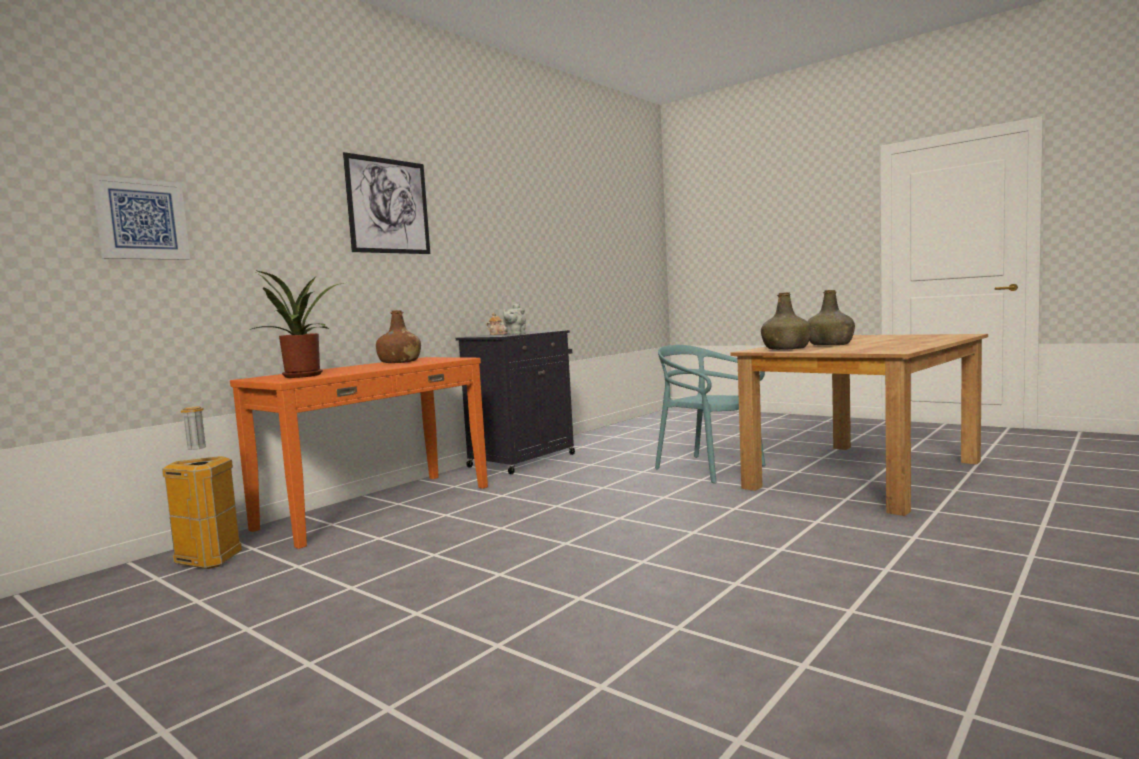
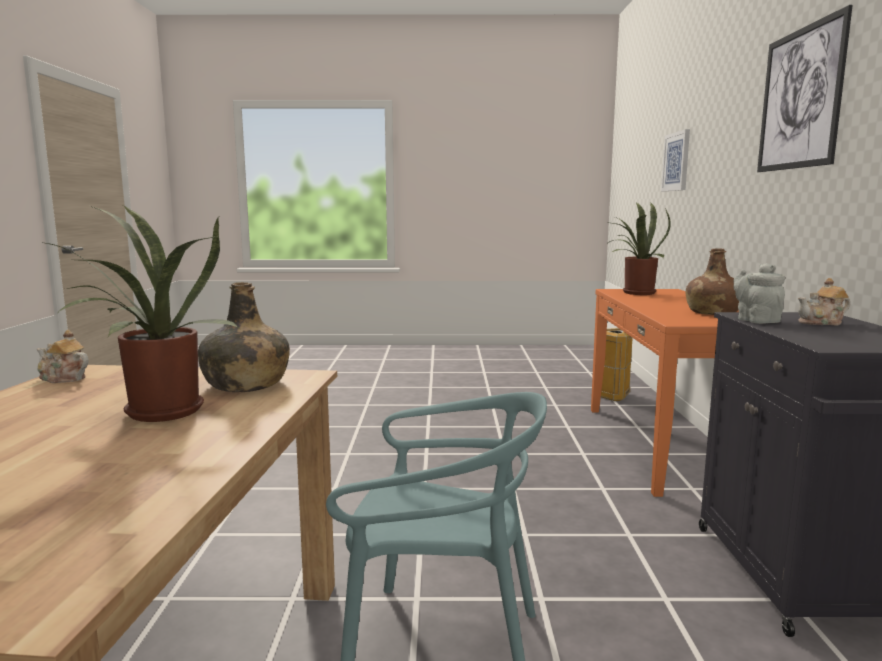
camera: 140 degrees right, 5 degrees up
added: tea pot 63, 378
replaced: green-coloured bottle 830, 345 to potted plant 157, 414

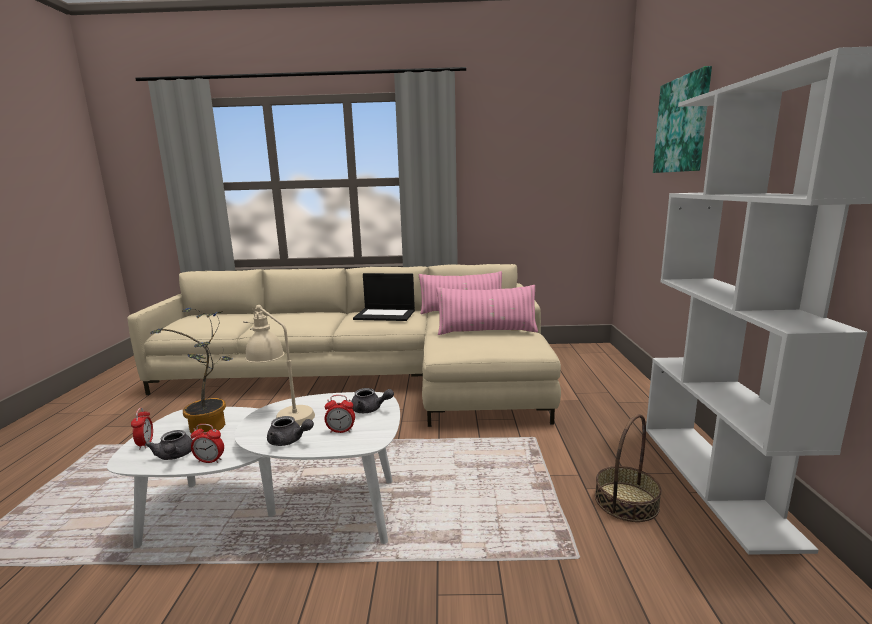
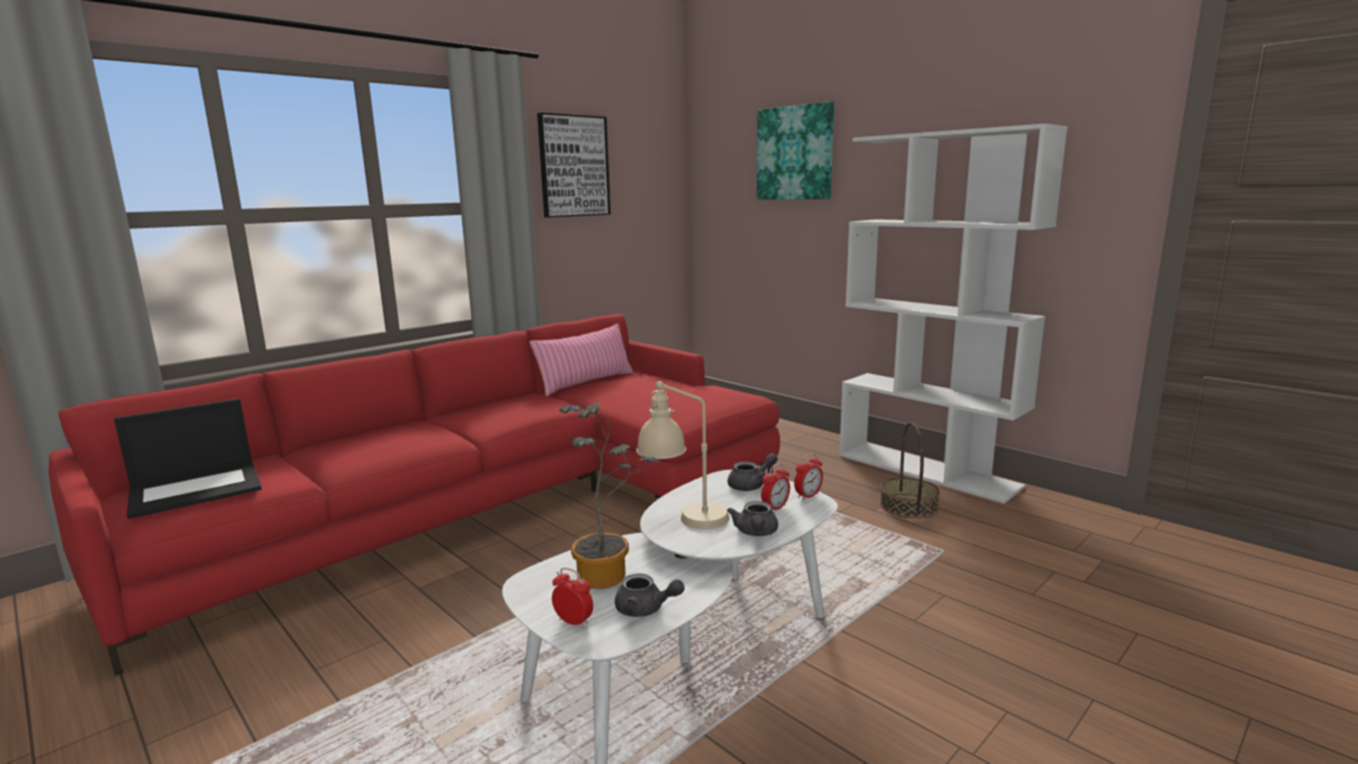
camera: 45 degrees left, 0 degrees up
removed: pink throw pillow 486, 331
added: wall art 573, 166
moved: laptop 385, 314 to 197, 490; table clock 210, 461 to 808, 496
recoloured: sand-coloured settee 367, 377 to reddish settee 496, 506
turned: greyish tea pot 289, 441 = 755, 533 120 degrees clockwise

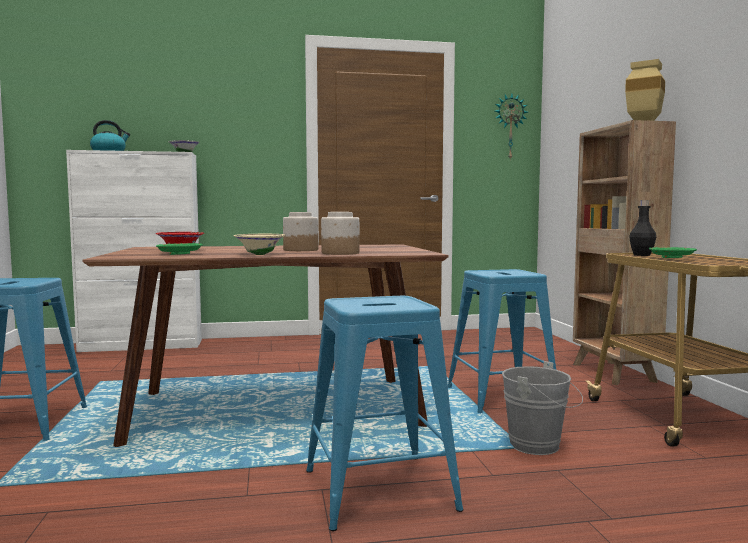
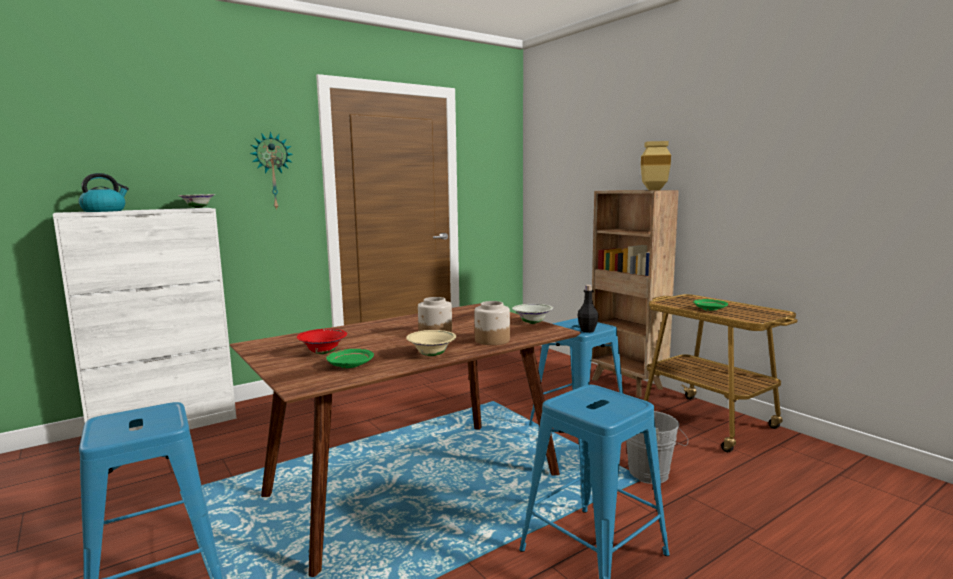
camera: 25 degrees left, 5 degrees up
added: white deep dish 532, 323
moved: hanging clock 509, 127 to 272, 171; black-coloured bottle 641, 255 to 587, 330

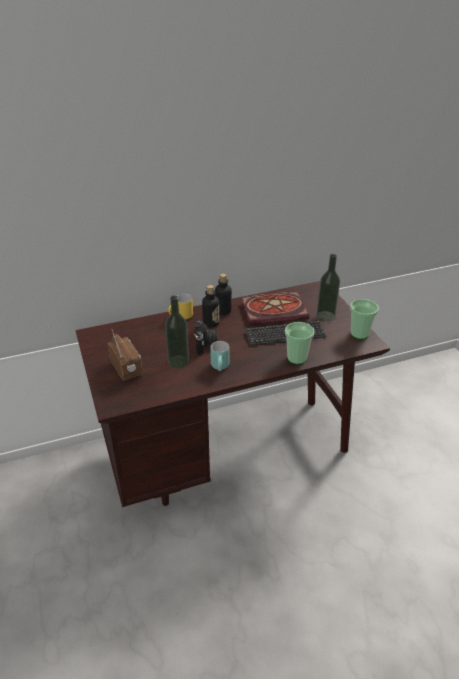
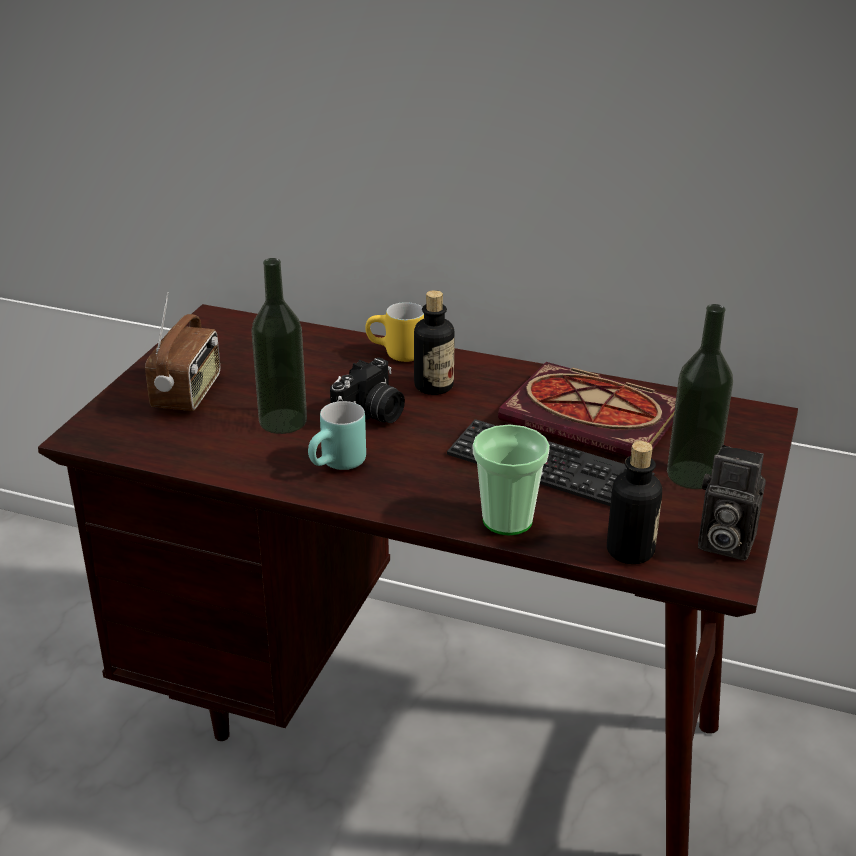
camera: 40 degrees right, 5 degrees down
moved: bottle 223, 311 to 630, 551
replaced: drinking cup 359, 333 to photo camera 722, 543

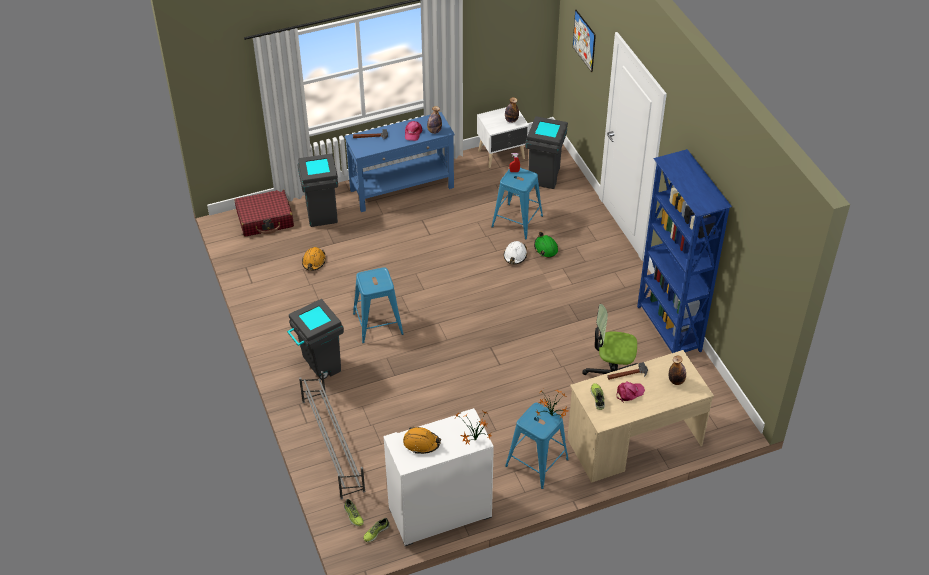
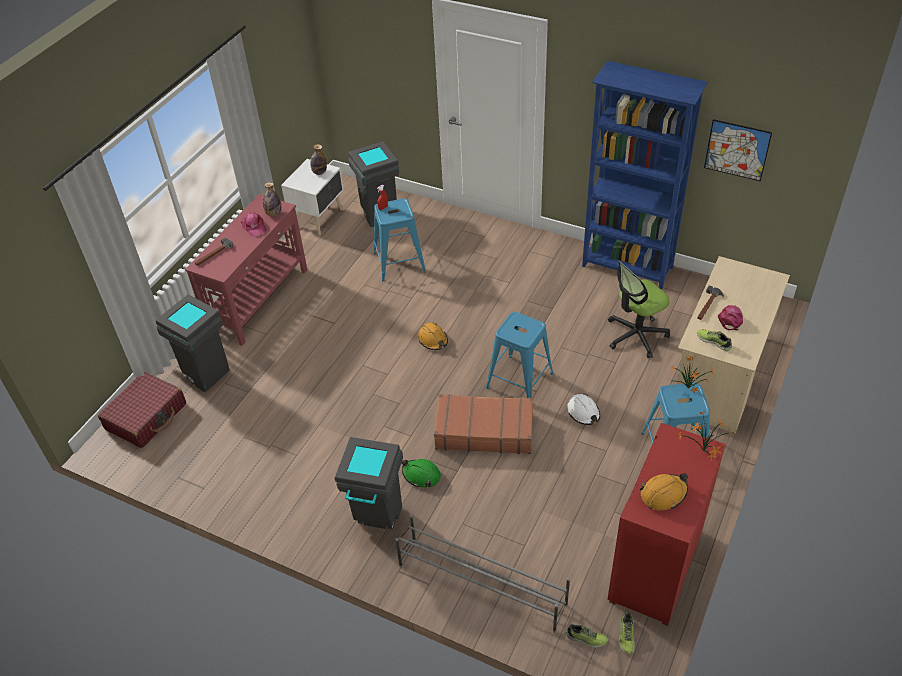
camera: 40 degrees left, 0 degrees up
removed: bottle 676, 381
added: brown suitcase 484, 431
moved: green-coloured work helmet 545, 248 to 421, 475; orangey work helmet 314, 262 to 433, 340; blue stool 378, 324 to 520, 381; white work helmet 515, 256 to 583, 413; wall art 584, 40 to 737, 150
recoloured: blue hall table 402, 189 to reddish hall table 259, 300; white cabinet 439, 513 to reddish cabinet 656, 566

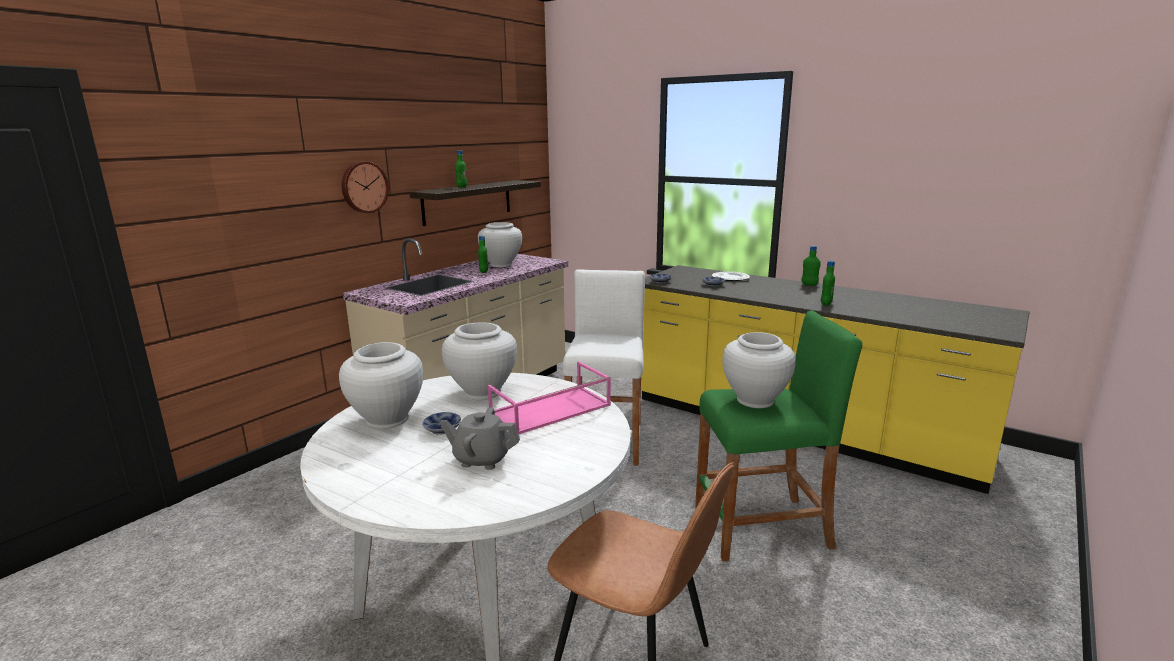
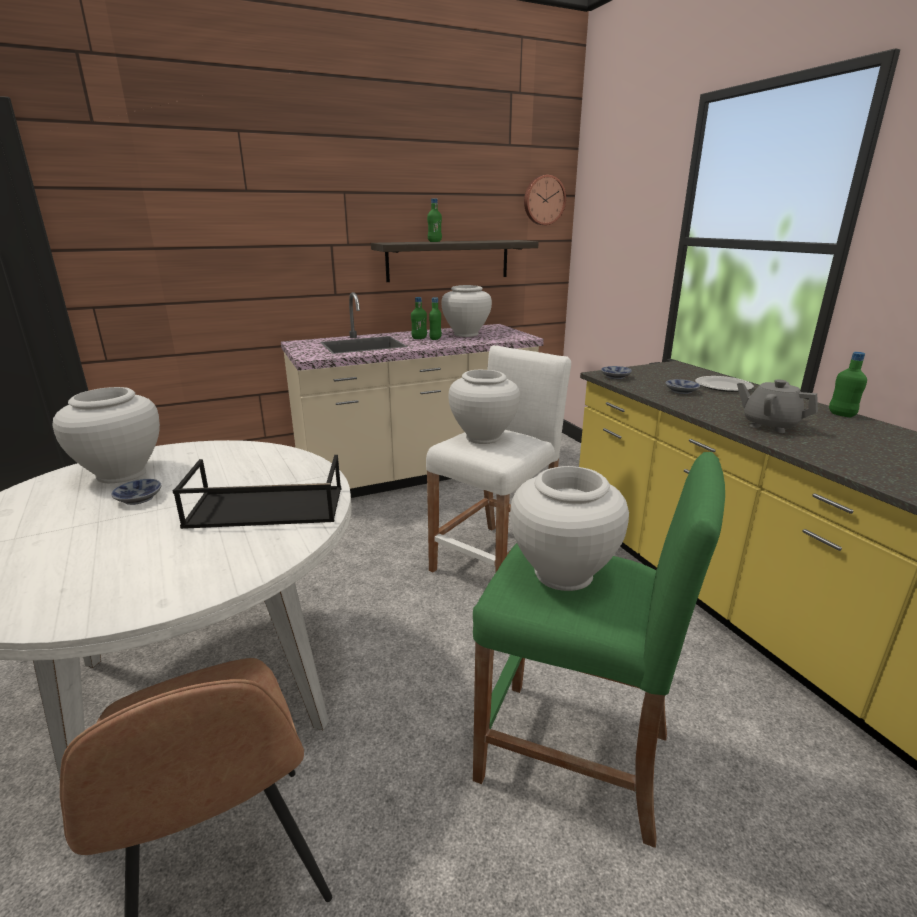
camera: 30 degrees right, 5 degrees up
moved: green-coloured bottle 826, 304 to 419, 338; white decorative vase 482, 392 to 483, 437; hanging clock 363, 187 to 543, 200; greyish tea pot 482, 459 to 769, 425
recoloured: pink serving tray 550, 410 to black-coloured serving tray 264, 508

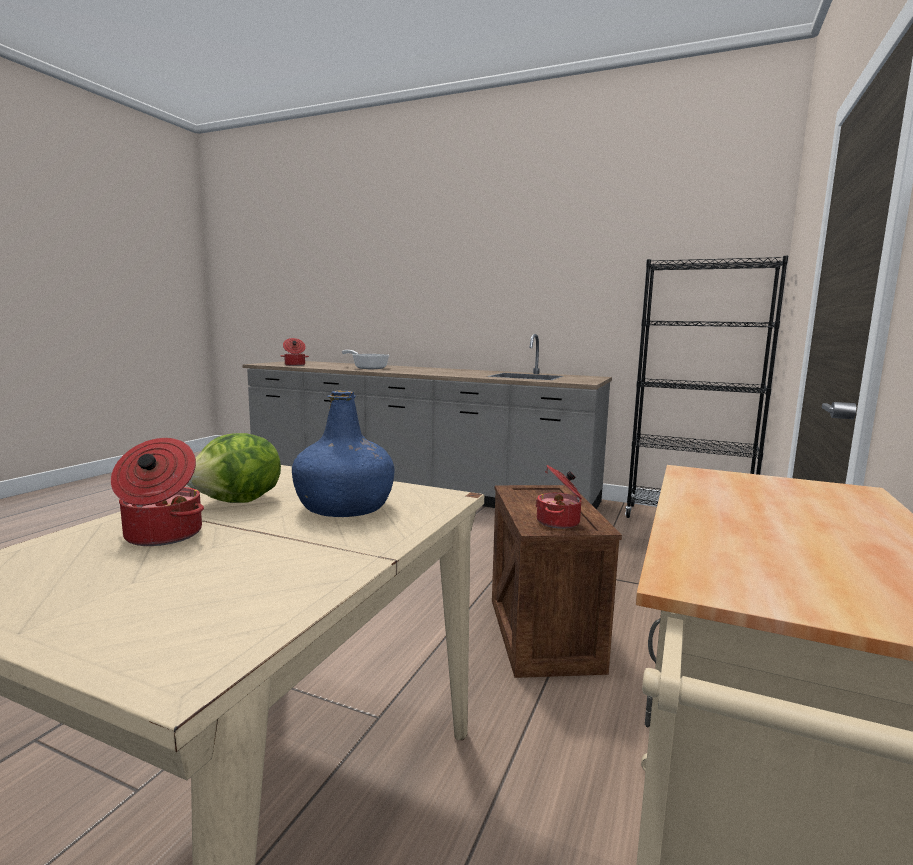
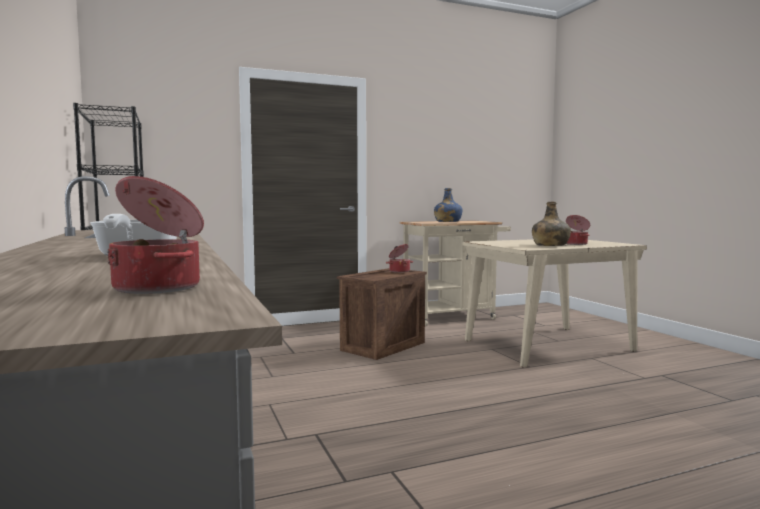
camera: 135 degrees left, 5 degrees down
moved: blue bottle 345, 507 to 447, 221
replaced: head of lettuce 239, 502 to green-coloured bottle 550, 245

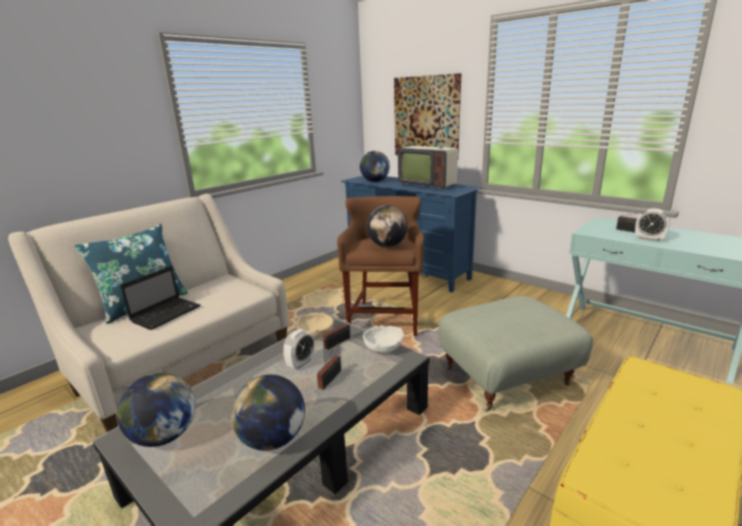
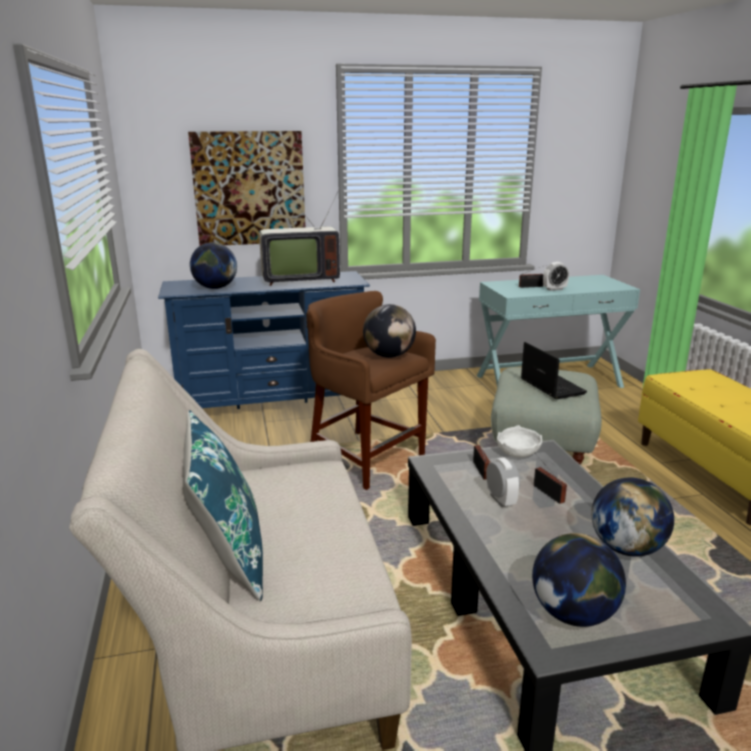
camera: 55 degrees left, 0 degrees up
removed: sand-coloured deep dish 316, 334
moved: laptop 167, 313 to 551, 386

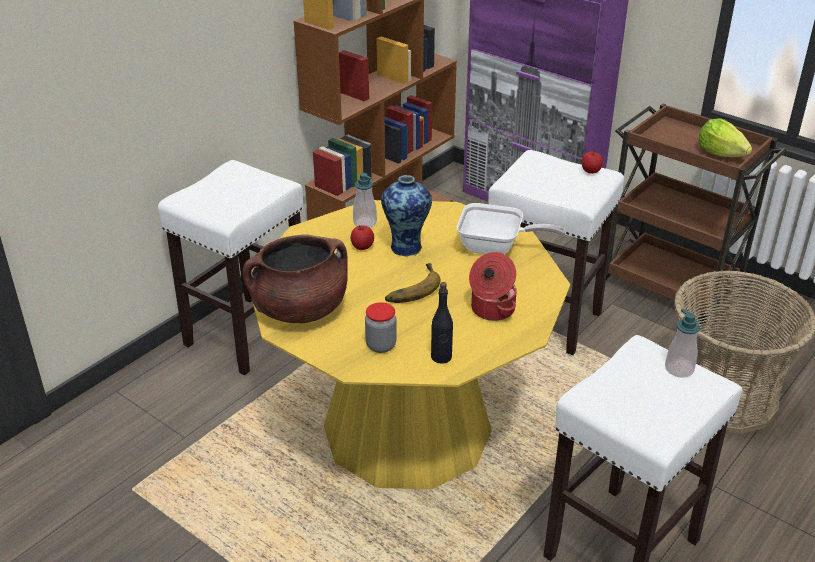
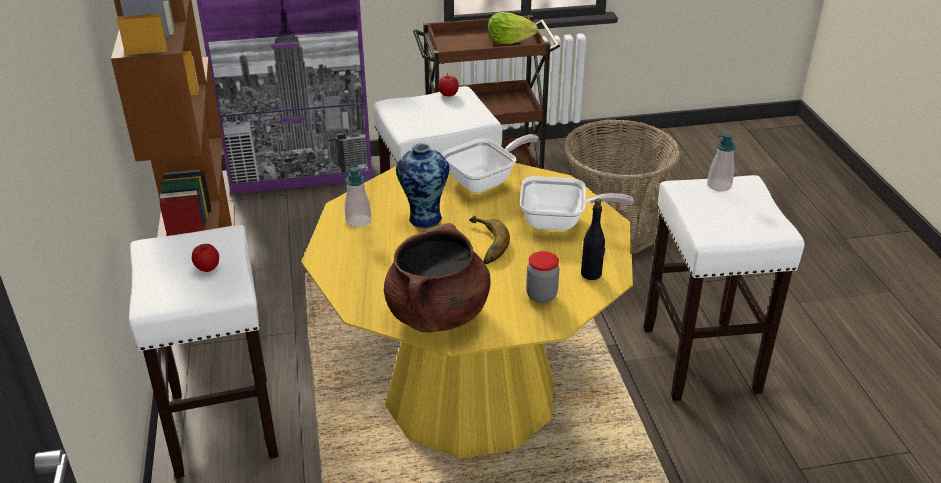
camera: 50 degrees left, 0 degrees up
moved: whole apple 362, 246 to 207, 267
replaced: saucepot 491, 309 to skillet 560, 222

